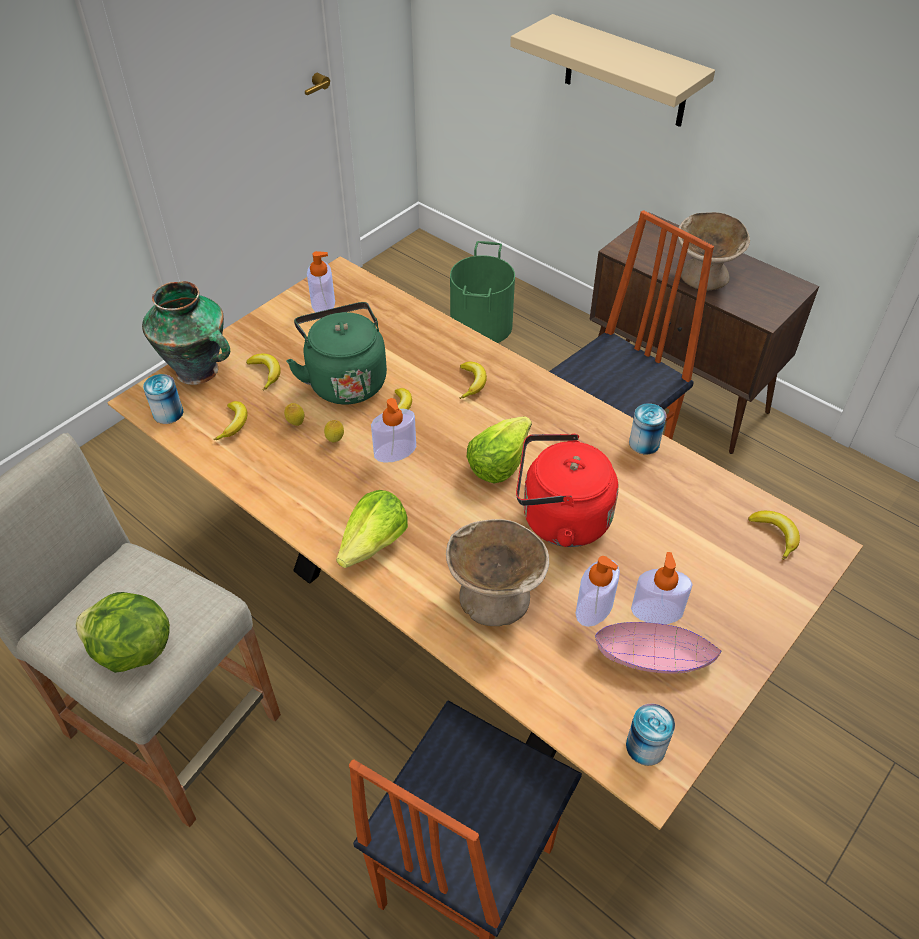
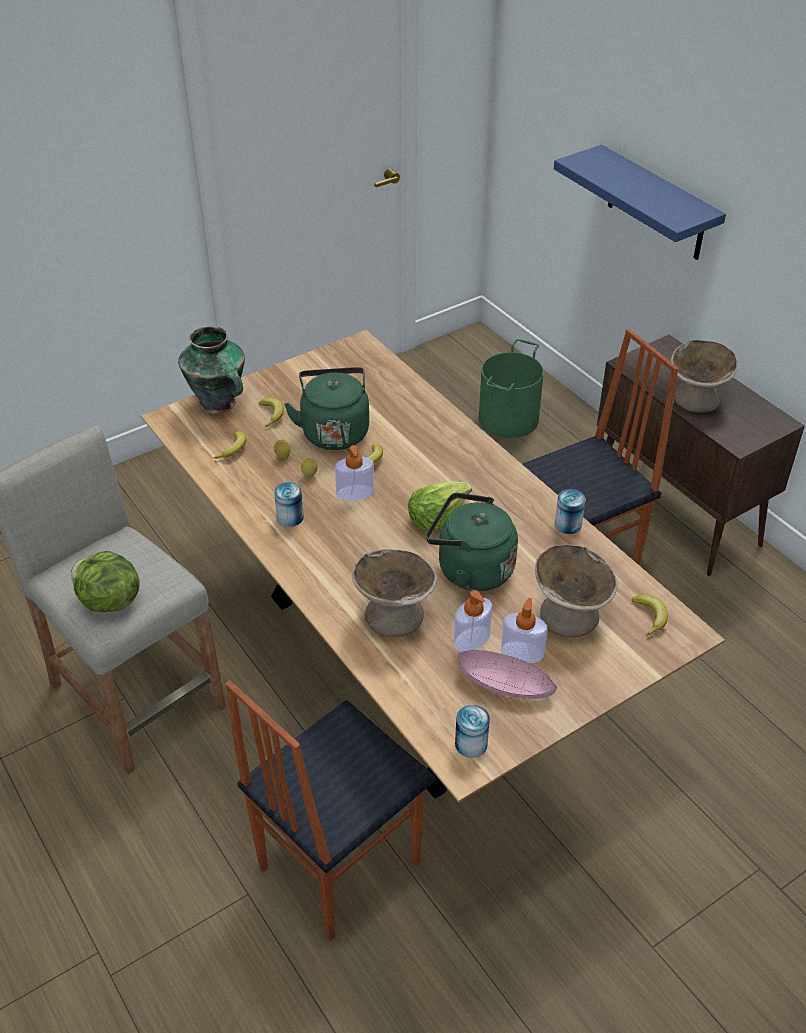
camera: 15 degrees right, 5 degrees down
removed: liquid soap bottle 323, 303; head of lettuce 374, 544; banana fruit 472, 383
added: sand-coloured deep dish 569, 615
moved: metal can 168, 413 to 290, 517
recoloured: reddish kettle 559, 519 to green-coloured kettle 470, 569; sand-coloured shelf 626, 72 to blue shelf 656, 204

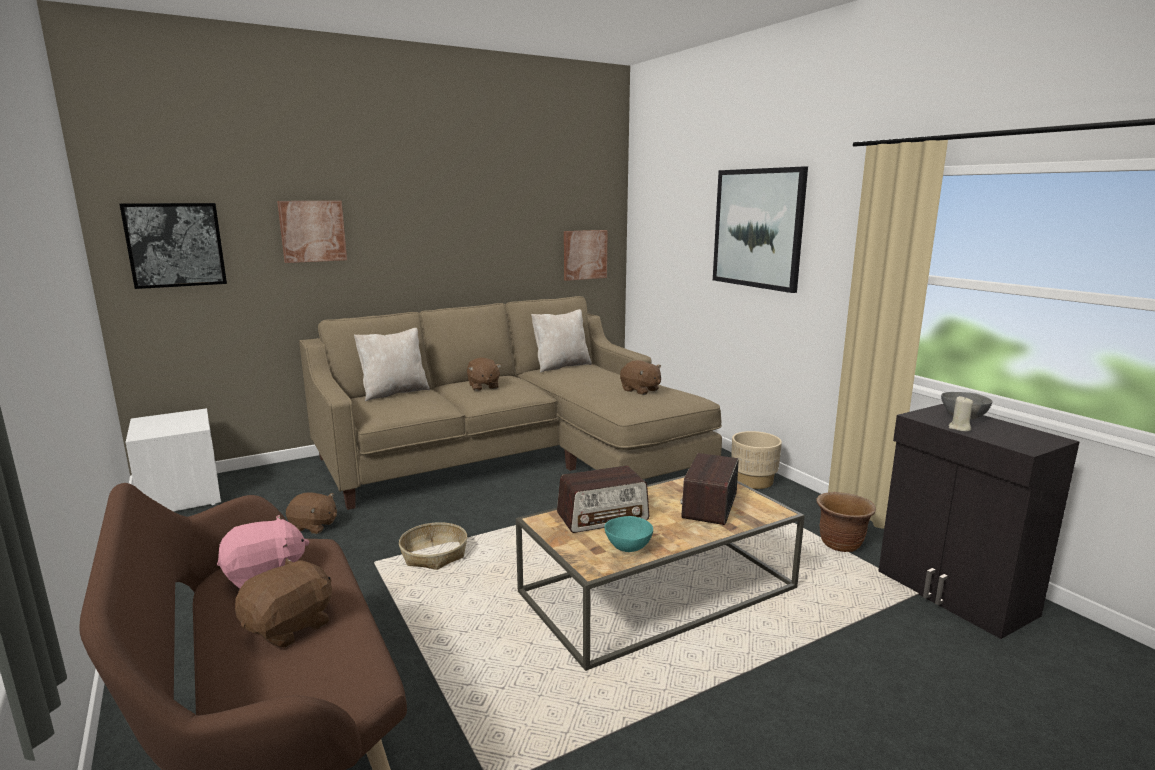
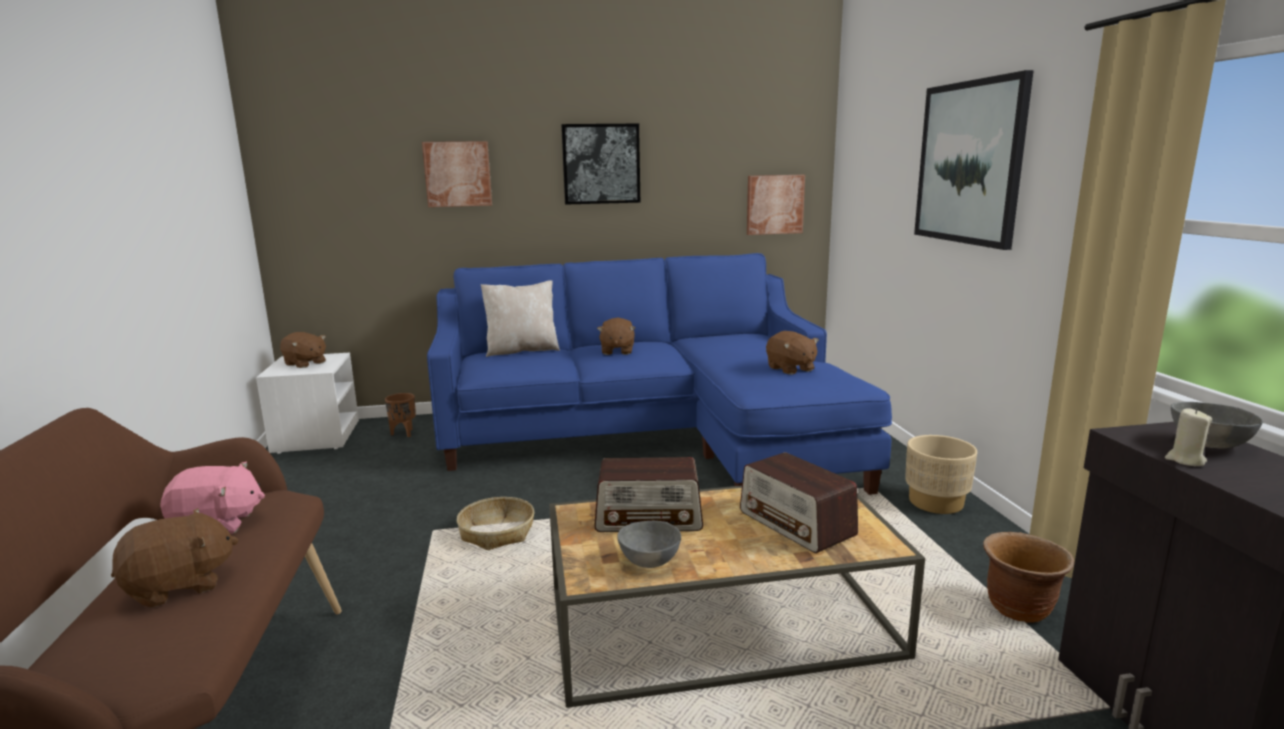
camera: 20 degrees right, 0 degrees up
removed: sand-coloured throw pillow 561, 366
added: brown planter 403, 433
moved: brown cuddly toy 313, 526 to 305, 363; wall art 175, 245 to 601, 164
recoloured: sand-coloured settee 516, 457 to blue settee 655, 436; blue-green deep dish 627, 548 to greyish deep dish 648, 562
turned: radio receiver 709, 505 = 796, 524 75 degrees counterclockwise

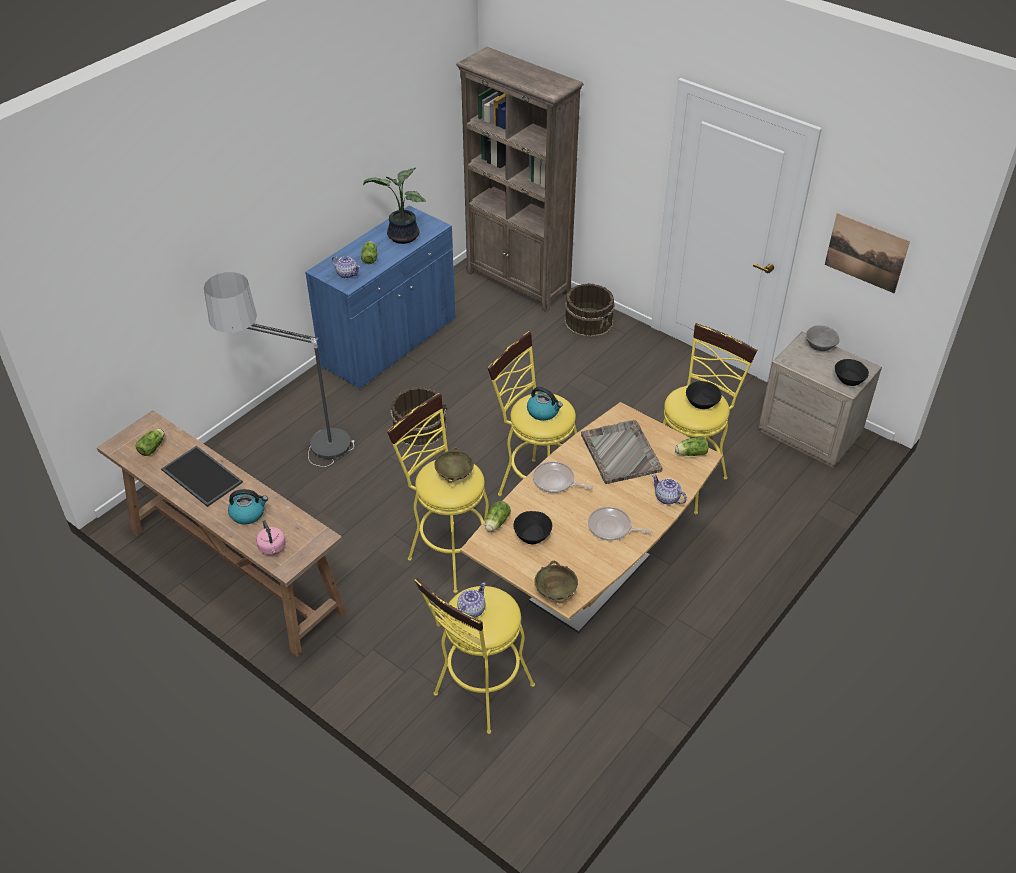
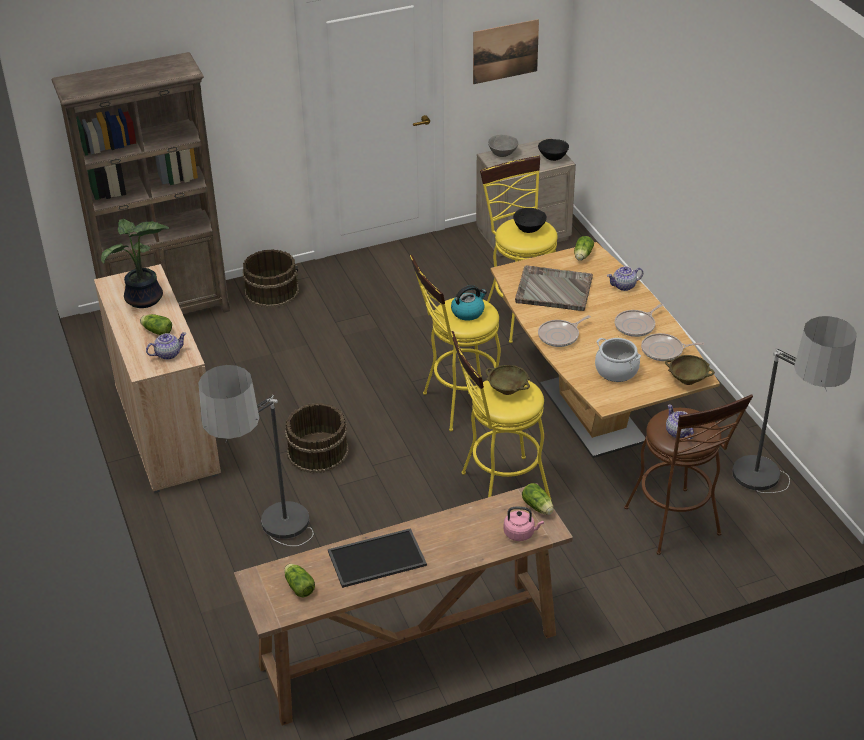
camera: 60 degrees left, 5 degrees down
removed: kettle 248, 513
added: skillet 664, 351; floor lamp 773, 501
moved: head of lettuce 496, 523 to 538, 507
replaced: black-coloured deep dish 532, 536 to saucepot 616, 370
recoloured: blue cabinet 389, 343 to sand-coloured cabinet 167, 430; yellowish stool 479, 695 to brown stool 676, 526

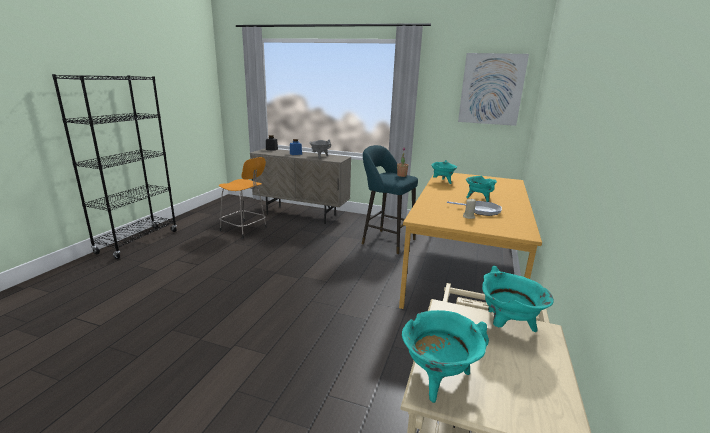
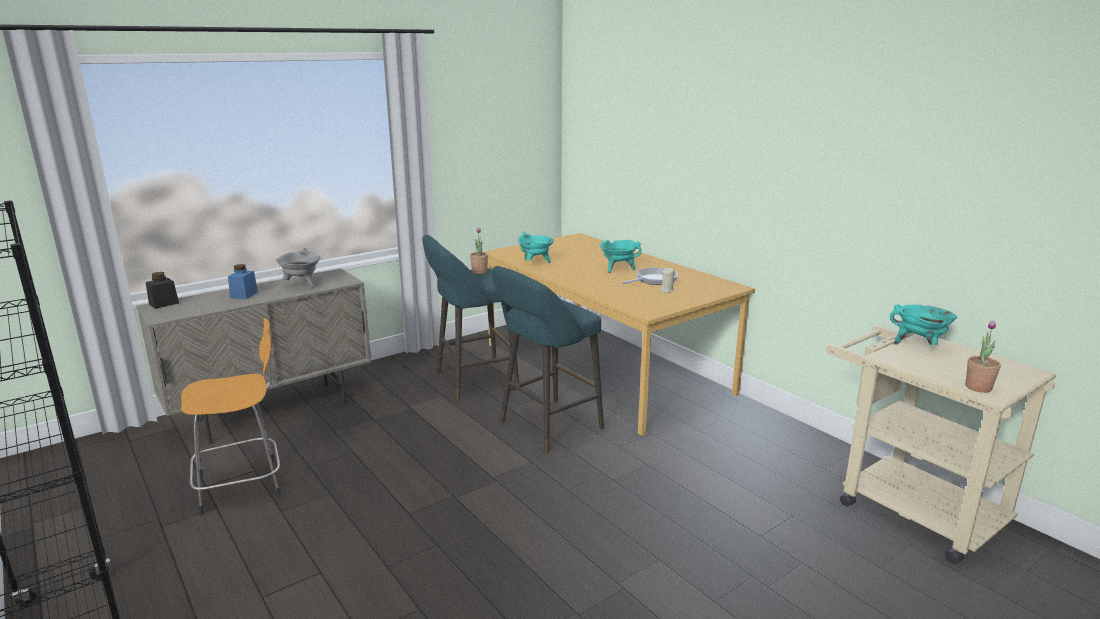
camera: 55 degrees left, 0 degrees up
removed: wall art 491, 89
added: blue-green stool 546, 427
replaced: blue-green saucepot 438, 378 to potted plant 978, 387

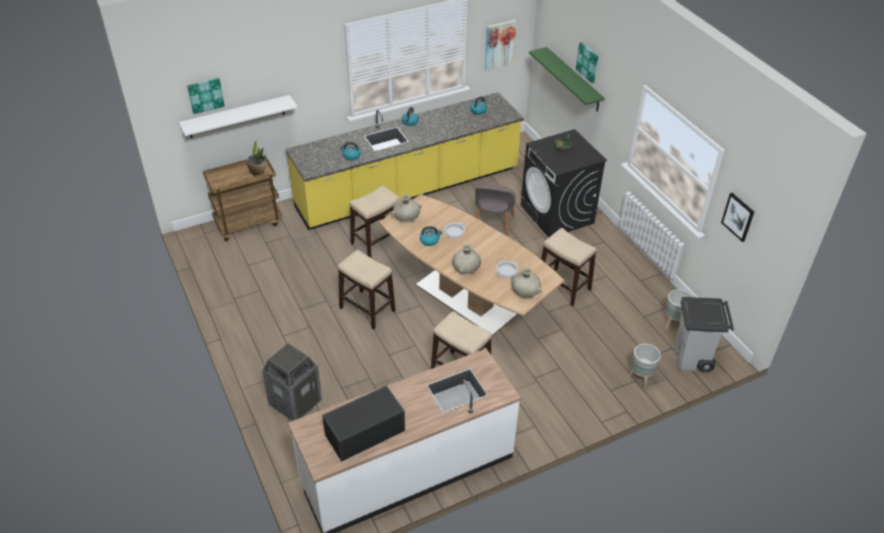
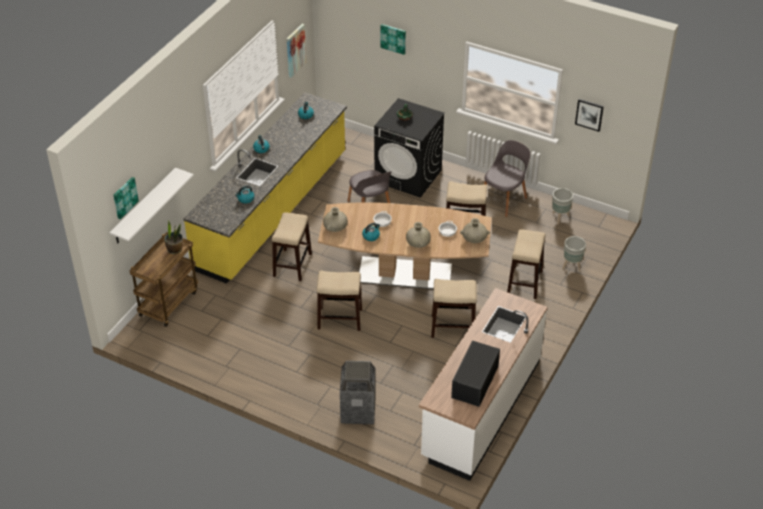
camera: 35 degrees left, 0 degrees up
removed: green-coloured shelf 573, 80; greyish trash can 693, 358
added: greyish upright chair 504, 200; stool 524, 282

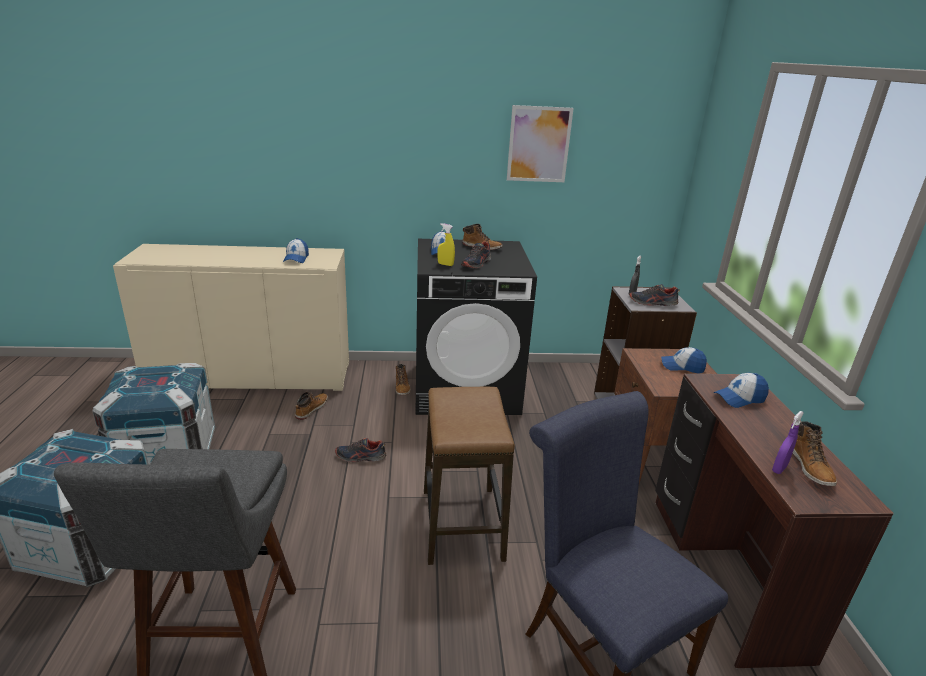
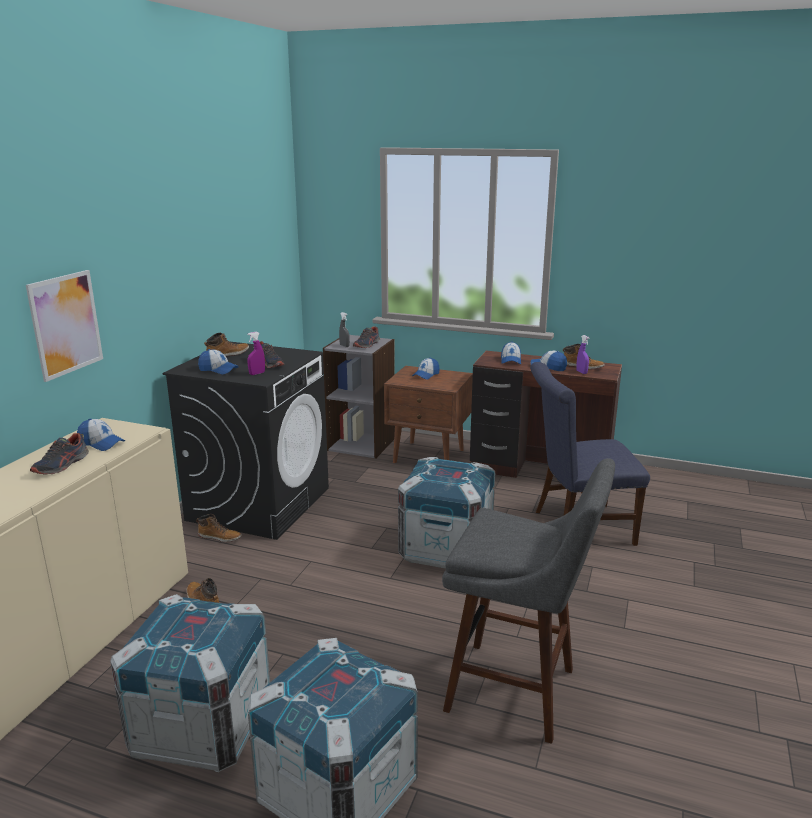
camera: 65 degrees left, 5 degrees down
added: peaked cap 548, 367
moved: wall art 539, 144 to 66, 324; low shoe 360, 457 to 61, 465
replaced: stool 462, 524 to shipping crate 446, 549
recoloured: yellowish sprayer 445, 264 to purple-coloured sprayer 257, 373

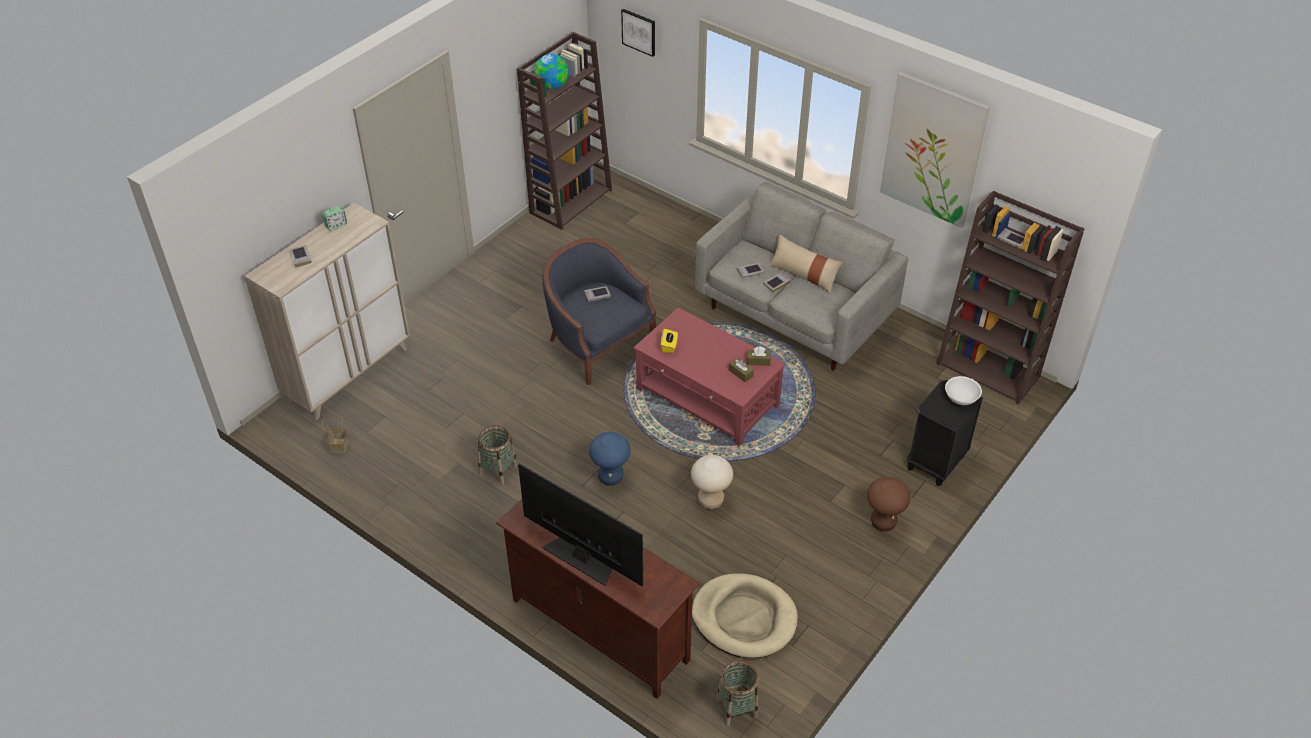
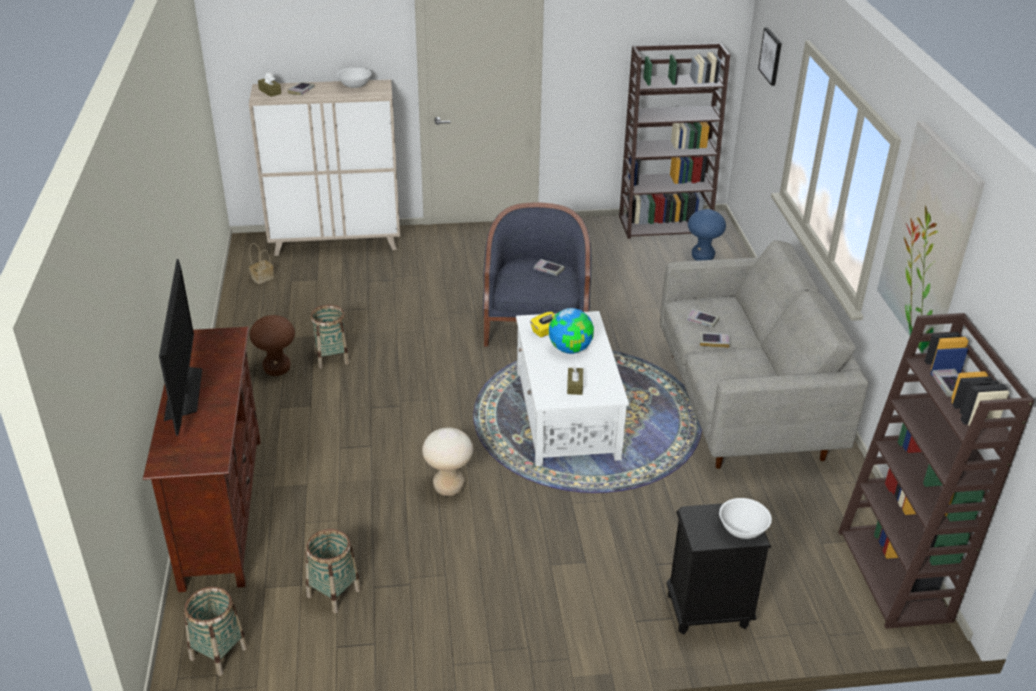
camera: 45 degrees right, 10 degrees down
removed: sand-coloured throw pillow 803, 275
moved: brown stool 883, 523 to 277, 369; brown tissue holder 758, 361 to 270, 91; desk globe 552, 85 to 570, 349; blue stool 610, 477 to 702, 258
replaced: sand-coloured dog cushion 744, 618 to storage basket 334, 593; table clock 336, 225 to white deep dish 355, 85
recoloured: reddish coffee table 707, 397 to white coffee table 566, 414

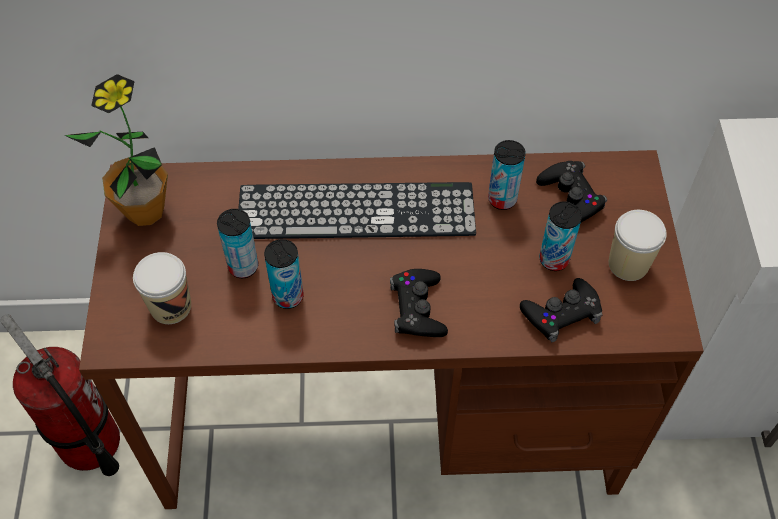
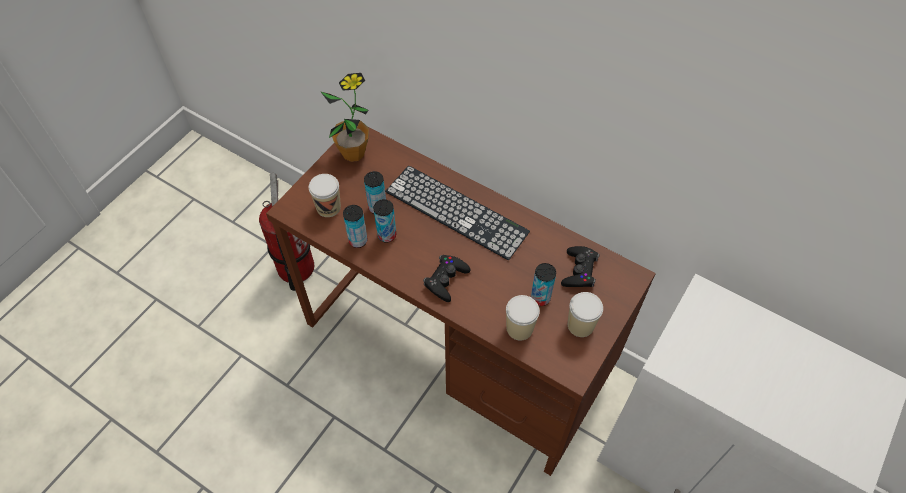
camera: 35 degrees right, 0 degrees up
moved: metal can 502, 199 to 358, 241
replaced: black-coloured gamepad 561, 313 to drinking cup 519, 328

